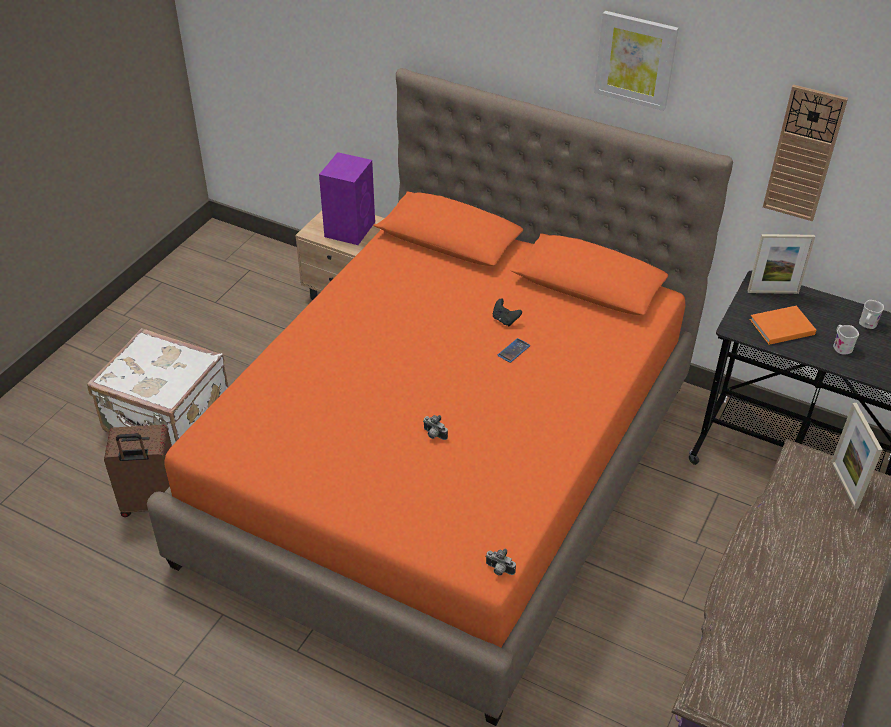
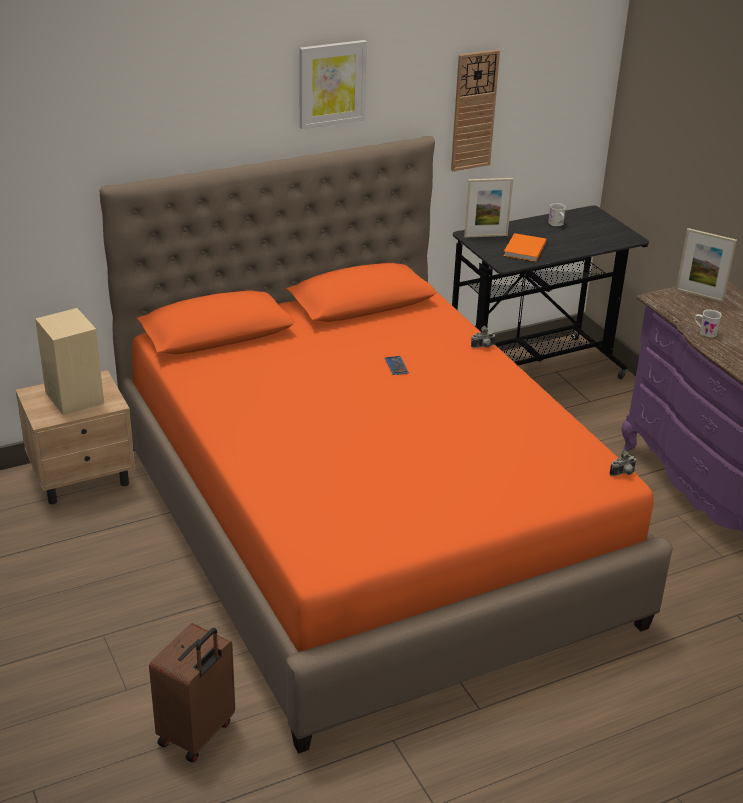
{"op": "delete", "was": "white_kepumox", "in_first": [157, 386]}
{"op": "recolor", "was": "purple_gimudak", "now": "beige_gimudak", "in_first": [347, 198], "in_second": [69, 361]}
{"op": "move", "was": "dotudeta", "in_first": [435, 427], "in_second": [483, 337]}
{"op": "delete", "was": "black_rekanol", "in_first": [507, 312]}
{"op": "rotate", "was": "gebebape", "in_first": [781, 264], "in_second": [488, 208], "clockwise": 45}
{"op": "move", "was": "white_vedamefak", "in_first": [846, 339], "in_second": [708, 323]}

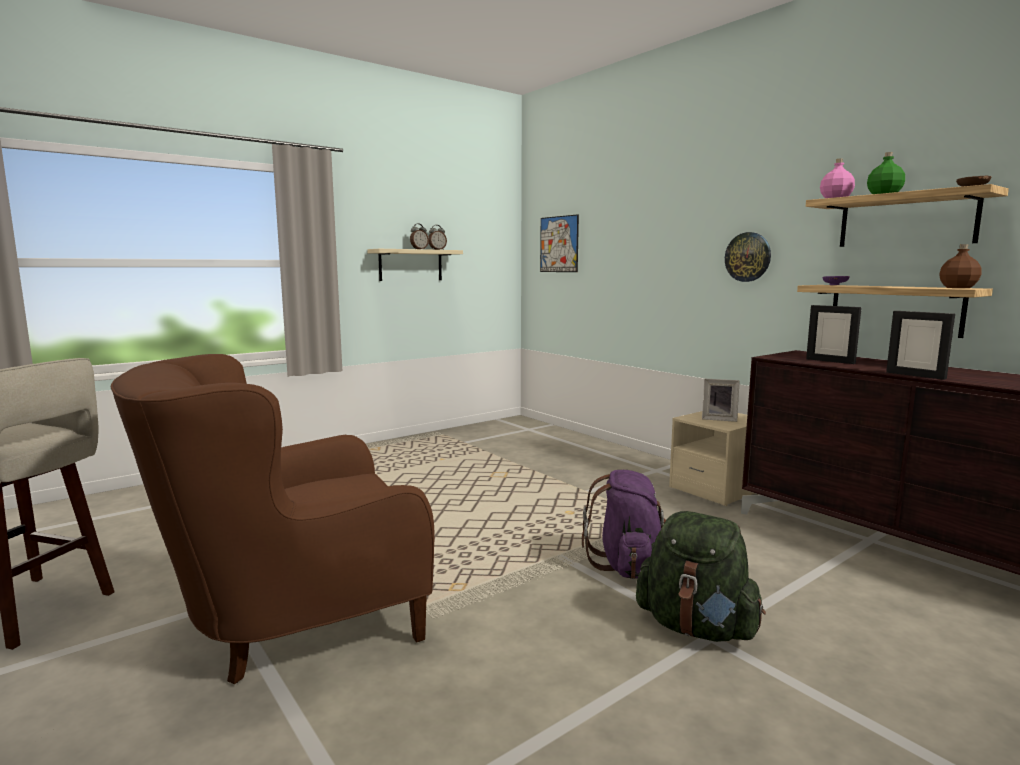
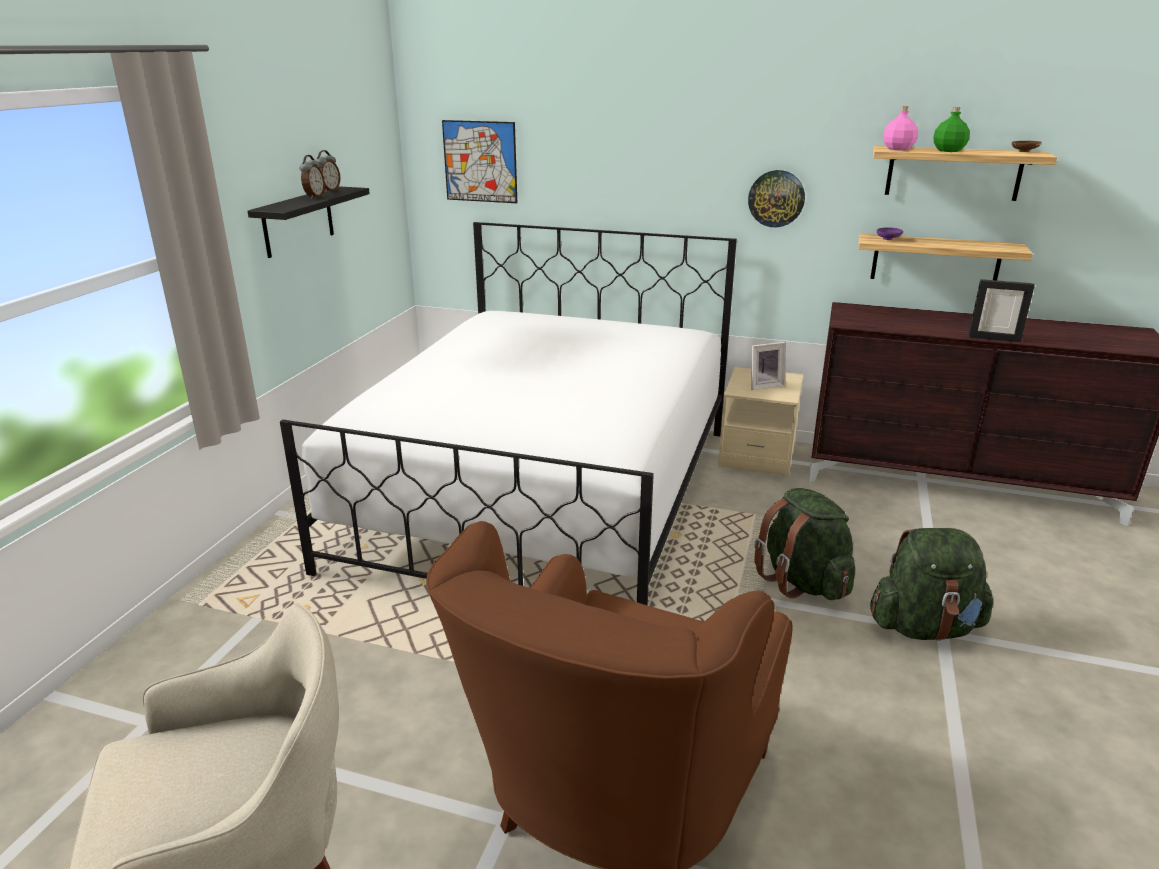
{"op": "recolor", "was": "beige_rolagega", "now": "black_rolagega", "in_first": [415, 265], "in_second": [308, 222]}
{"op": "recolor", "was": "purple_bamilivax", "now": "green_bamilivax", "in_first": [624, 524], "in_second": [804, 544]}
{"op": "delete", "was": "gebebape", "in_first": [834, 334]}
{"op": "delete", "was": "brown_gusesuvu", "in_first": [960, 266]}
{"op": "insert", "now": "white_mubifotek", "in_second": [508, 414]}

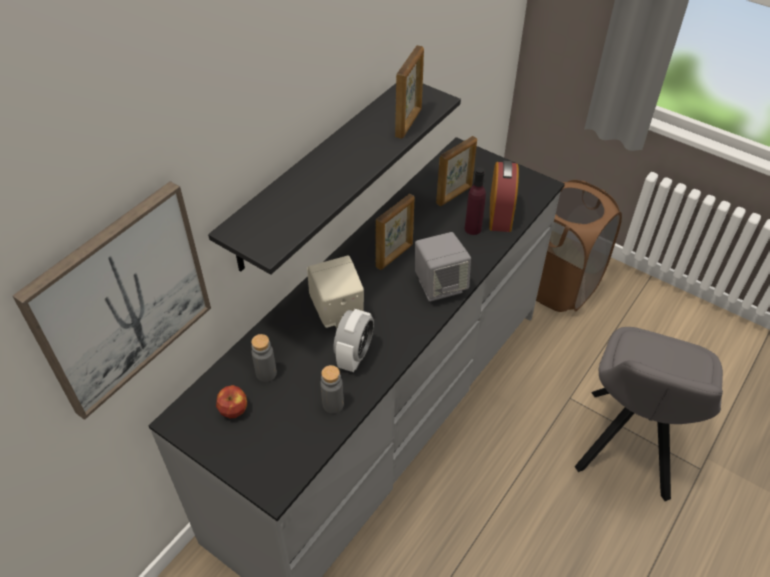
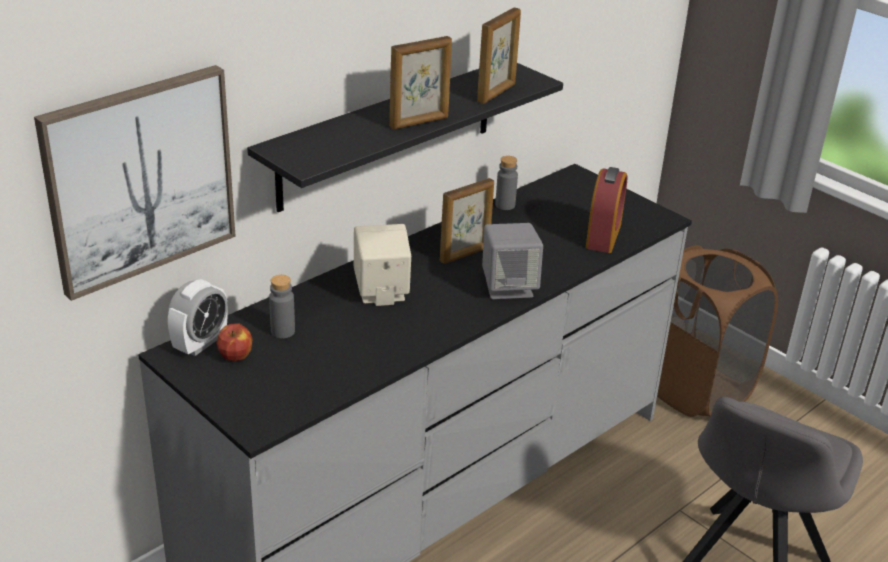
{"op": "move", "was": "grey_gusesuvu", "in_first": [332, 389], "in_second": [506, 183]}
{"op": "move", "was": "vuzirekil", "in_first": [354, 340], "in_second": [197, 317]}
{"op": "move", "was": "gebebape", "in_first": [456, 171], "in_second": [420, 83]}
{"op": "delete", "was": "purple_gusesuvu", "in_first": [475, 201]}

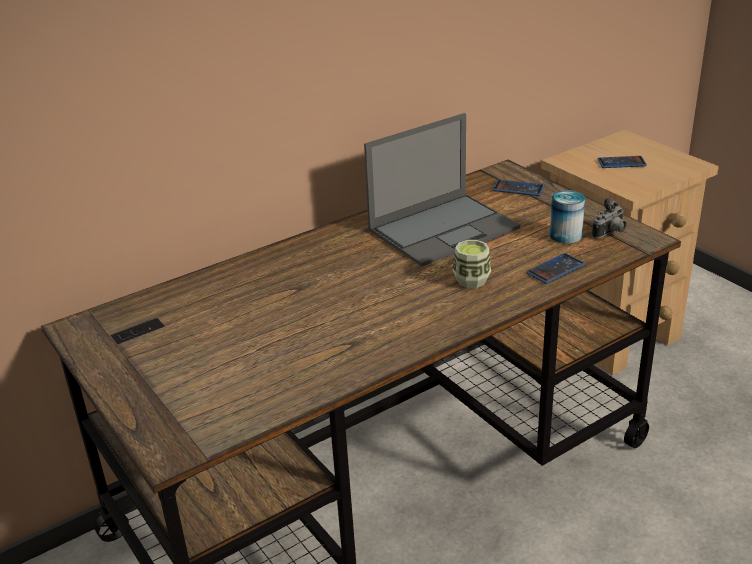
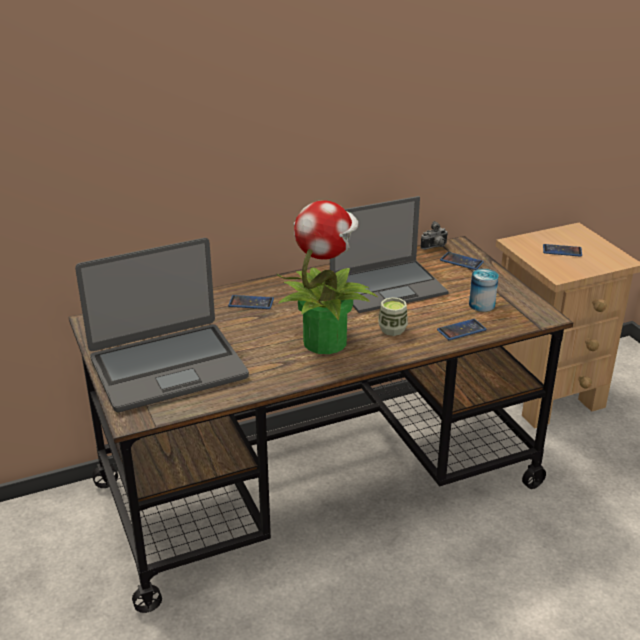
{"op": "move", "was": "dotudeta", "in_first": [609, 218], "in_second": [434, 235]}
{"op": "insert", "now": "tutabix", "in_second": [162, 325]}
{"op": "insert", "now": "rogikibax", "in_second": [251, 302]}
{"op": "insert", "now": "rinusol", "in_second": [327, 277]}

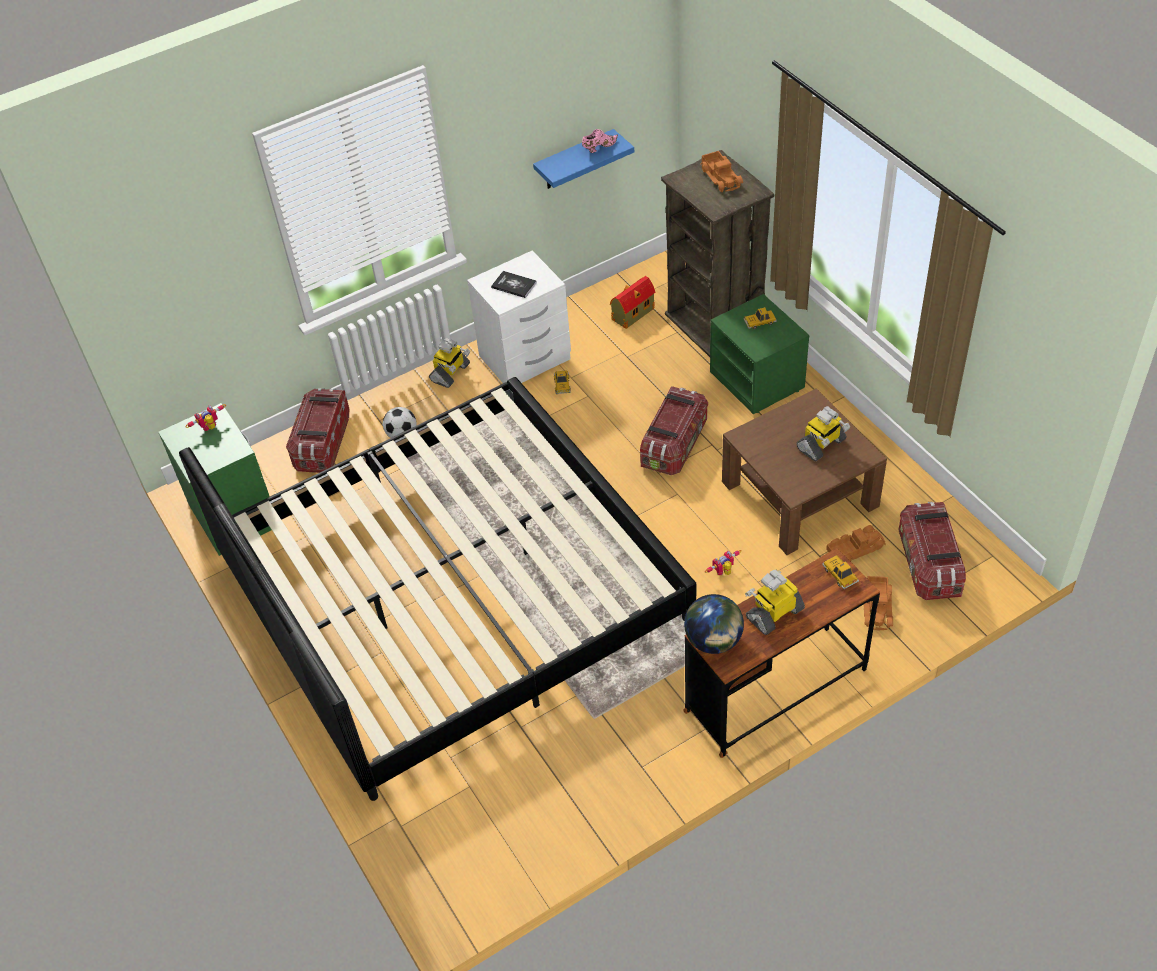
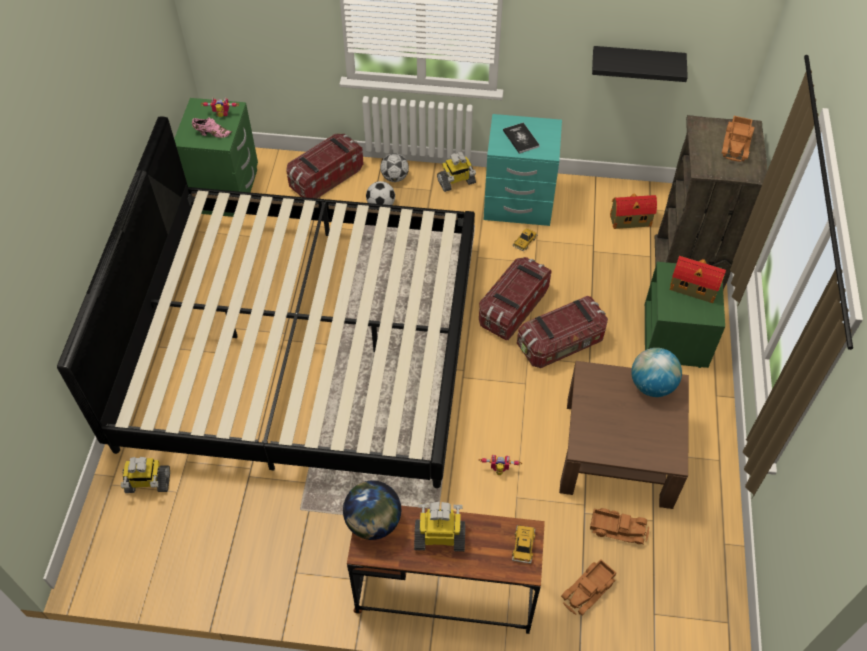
{"op": "recolor", "was": "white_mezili", "now": "turquoise_mezili", "in_first": [519, 317], "in_second": [523, 170]}
{"op": "recolor", "was": "blue_rolagega", "now": "black_rolagega", "in_first": [583, 159], "in_second": [640, 64]}
{"op": "move", "was": "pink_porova", "in_first": [600, 141], "in_second": [212, 128]}
{"op": "replace", "was": "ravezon", "now": "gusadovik", "in_first": [760, 318], "in_second": [698, 279]}
{"op": "move", "was": "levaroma", "in_first": [823, 433], "in_second": [145, 475]}
{"op": "move", "was": "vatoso", "in_first": [932, 551], "in_second": [515, 298]}
{"op": "insert", "now": "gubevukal", "in_second": [394, 167]}
{"op": "insert", "now": "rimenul", "in_second": [656, 372]}

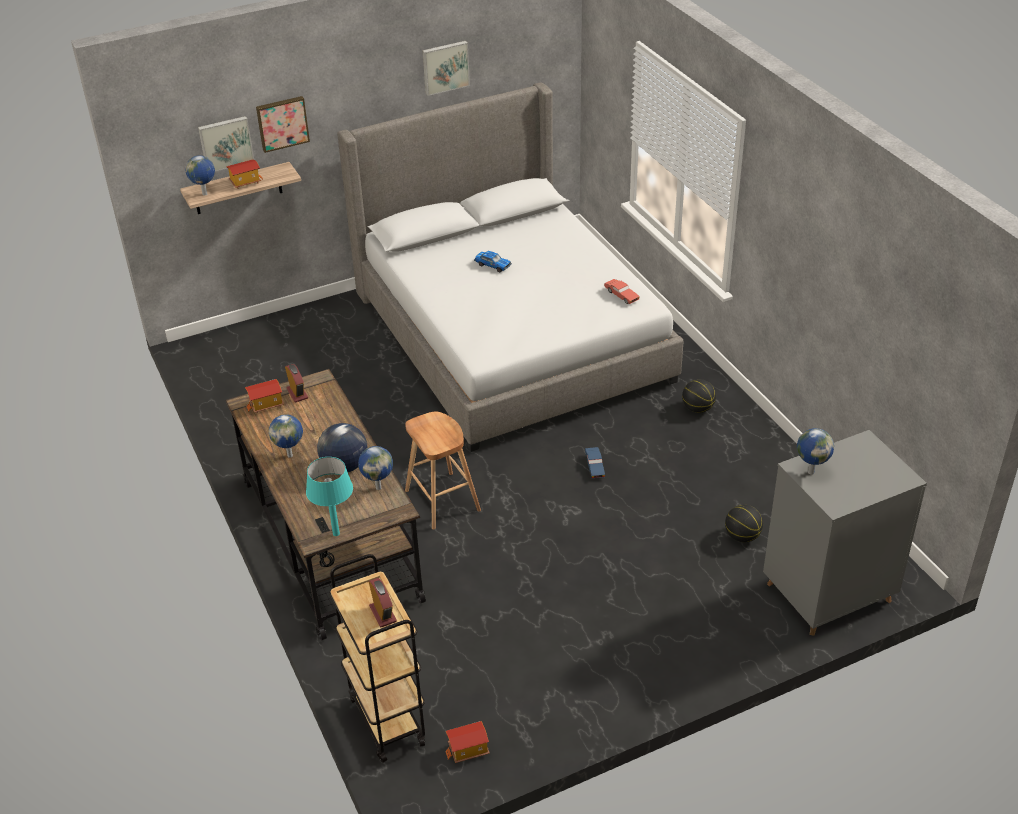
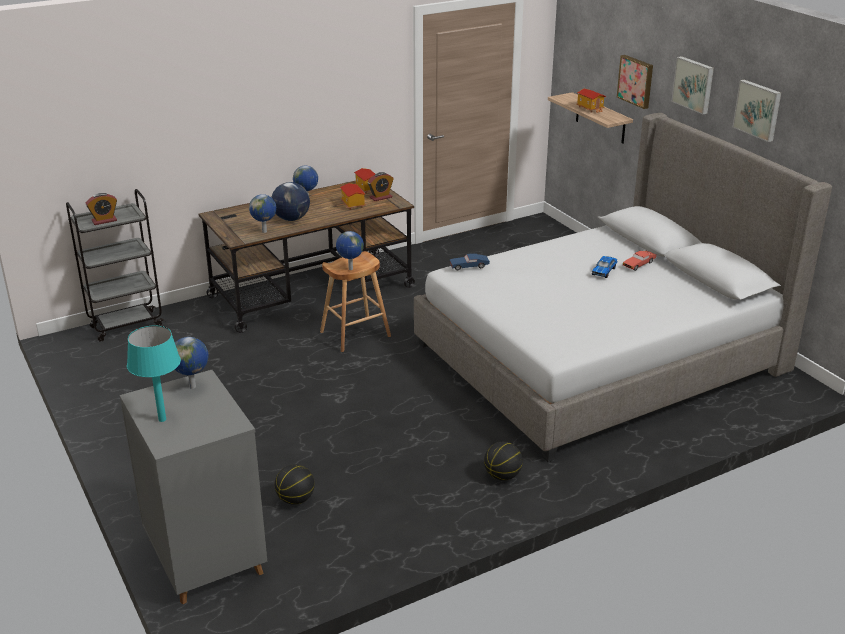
{"op": "move", "was": "rimenul", "in_first": [200, 176], "in_second": [350, 250]}
{"op": "move", "was": "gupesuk", "in_first": [226, 143], "in_second": [692, 85]}
{"op": "move", "was": "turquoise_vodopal", "in_first": [329, 496], "in_second": [154, 373]}
{"op": "recolor", "was": "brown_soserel", "now": "grey_soserel", "in_first": [377, 658], "in_second": [115, 265]}
{"op": "move", "was": "gusadovik", "in_first": [467, 742], "in_second": [353, 196]}
{"op": "move", "was": "blue_ravezon", "in_first": [595, 462], "in_second": [469, 261]}
{"op": "move", "was": "red_ravezon", "in_first": [622, 291], "in_second": [640, 261]}

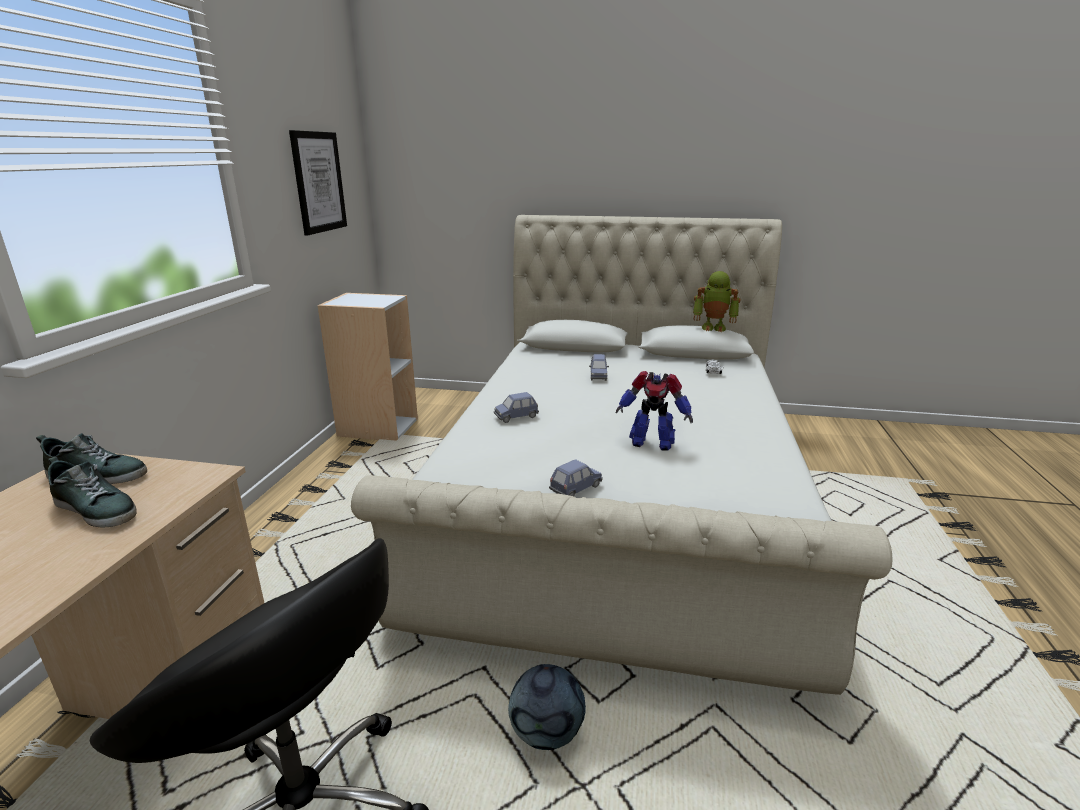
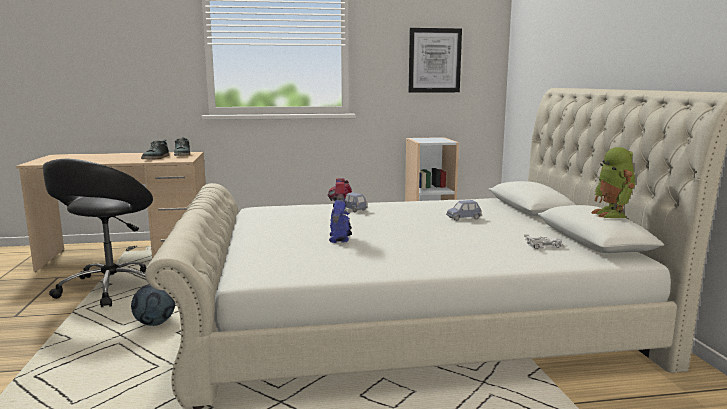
{"op": "delete", "was": "blue_ravezon", "in_first": [576, 477]}

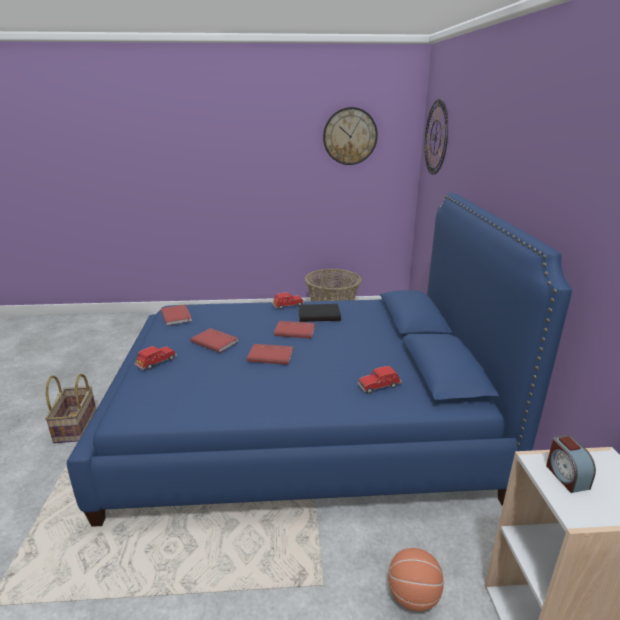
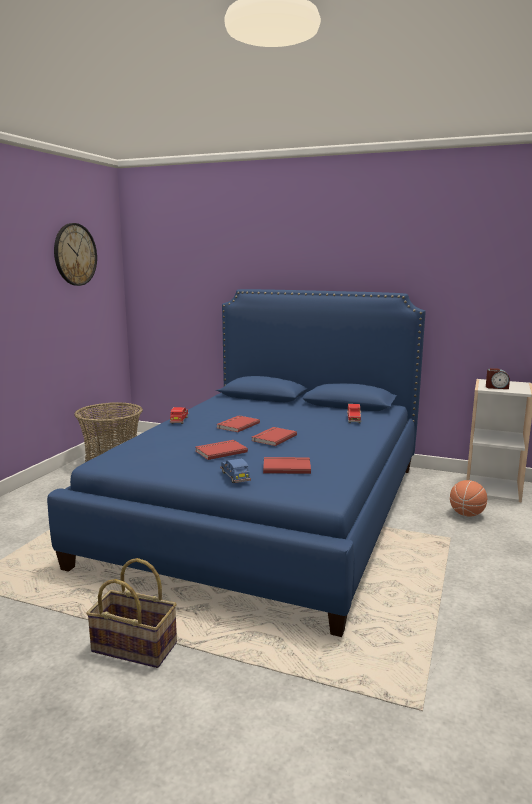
{"op": "recolor", "was": "red_ravezon", "now": "blue_ravezon", "in_first": [156, 358], "in_second": [235, 470]}
{"op": "move", "was": "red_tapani", "in_first": [176, 315], "in_second": [287, 465]}
{"op": "delete", "was": "black_tapani", "in_first": [320, 313]}
{"op": "delete", "was": "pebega", "in_first": [436, 137]}

